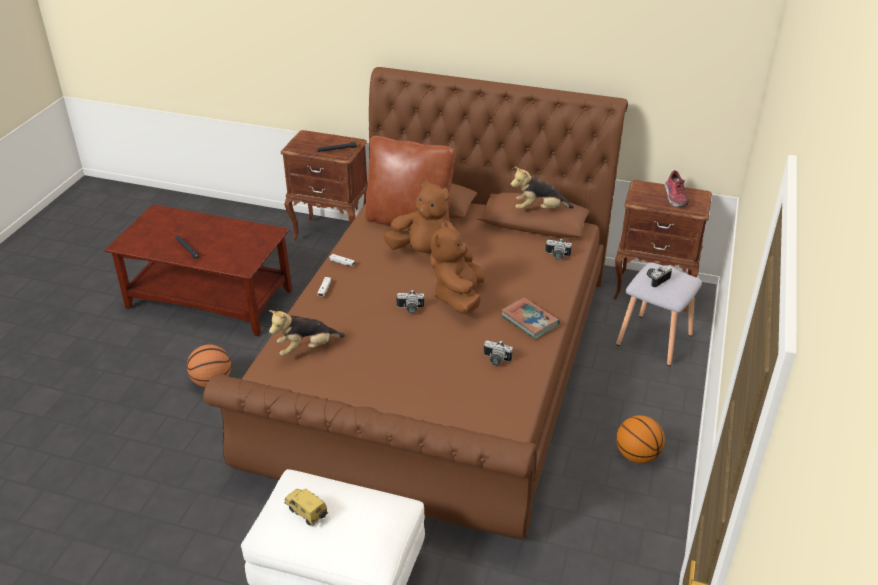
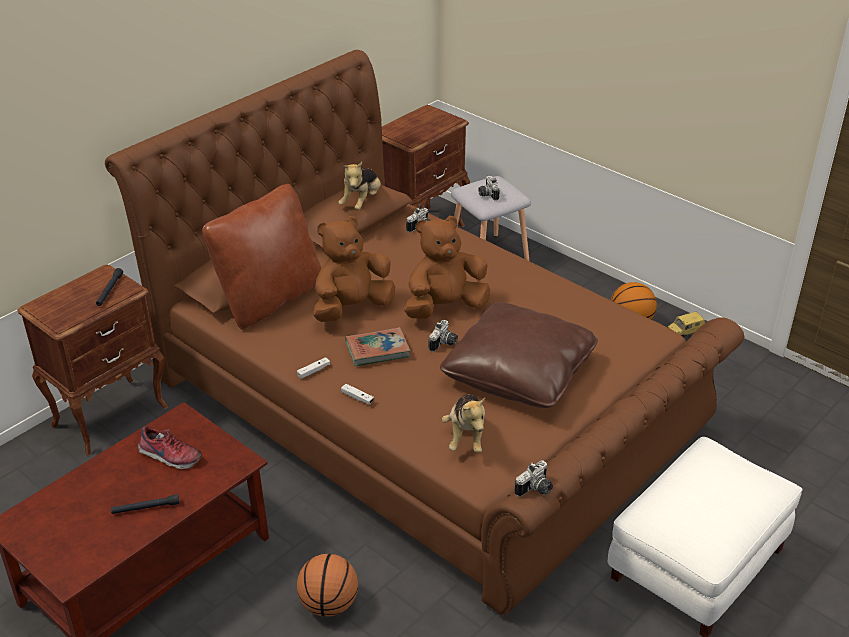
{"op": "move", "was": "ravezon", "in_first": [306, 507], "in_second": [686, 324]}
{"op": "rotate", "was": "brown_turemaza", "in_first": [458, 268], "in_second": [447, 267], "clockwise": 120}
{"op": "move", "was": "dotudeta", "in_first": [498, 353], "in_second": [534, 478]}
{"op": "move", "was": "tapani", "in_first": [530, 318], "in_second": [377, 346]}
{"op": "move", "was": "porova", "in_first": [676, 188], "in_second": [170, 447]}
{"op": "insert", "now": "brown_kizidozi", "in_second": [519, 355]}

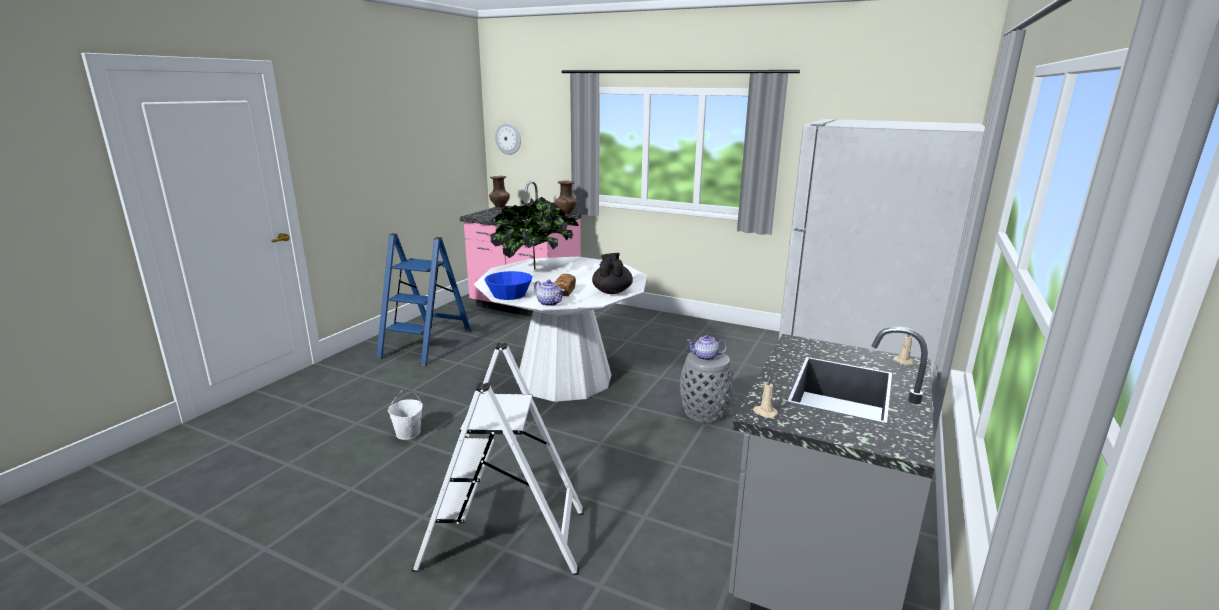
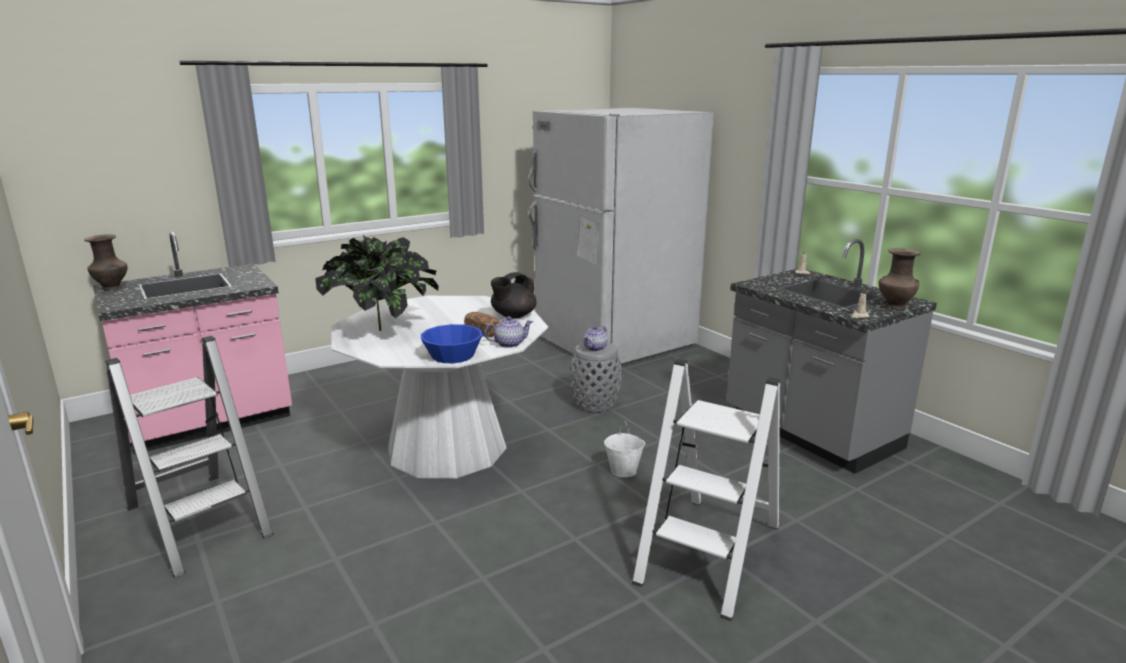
{"op": "recolor", "was": "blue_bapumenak", "now": "grey_bapumenak", "in_first": [424, 299], "in_second": [189, 457]}
{"op": "move", "was": "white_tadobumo", "in_first": [405, 414], "in_second": [624, 449]}
{"op": "delete", "was": "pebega", "in_first": [508, 139]}
{"op": "move", "was": "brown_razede", "in_first": [566, 198], "in_second": [900, 278]}
{"op": "rotate", "was": "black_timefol", "in_first": [612, 273], "in_second": [513, 295], "clockwise": -75}

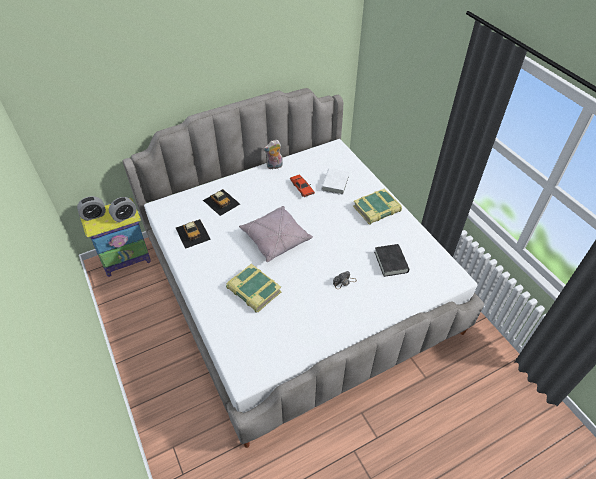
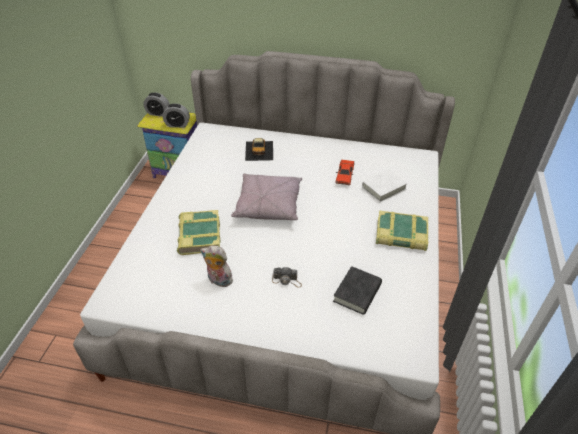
{"op": "delete", "was": "ravezon", "in_first": [193, 234]}
{"op": "move", "was": "turemaza", "in_first": [273, 154], "in_second": [216, 266]}

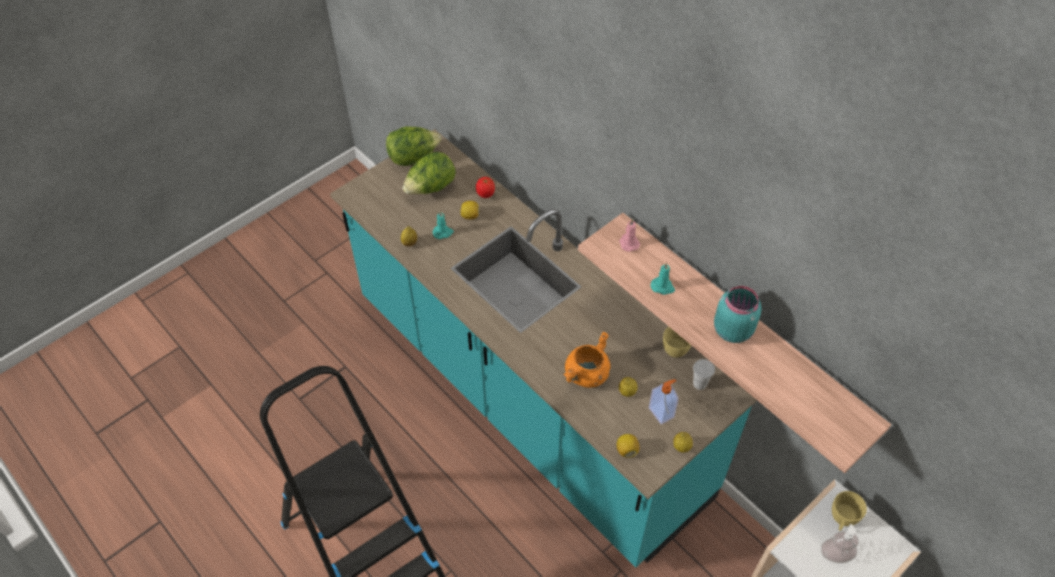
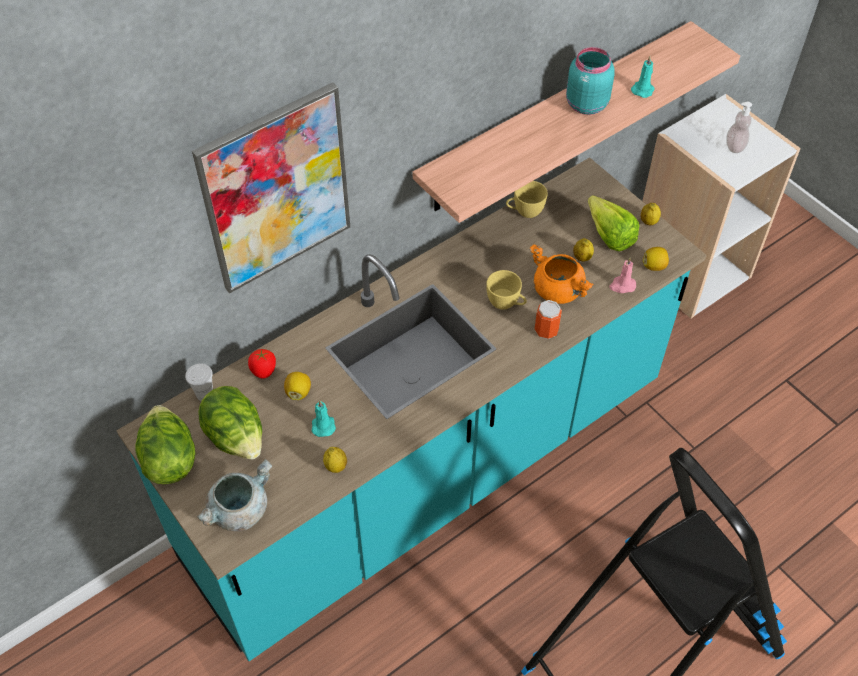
{"op": "move", "was": "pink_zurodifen", "in_first": [629, 235], "in_second": [622, 275]}
{"op": "replace", "was": "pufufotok", "now": "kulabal", "in_first": [663, 401], "in_second": [614, 223]}
{"op": "move", "was": "turquoise_zurodifen", "in_first": [663, 278], "in_second": [642, 77]}
{"op": "move", "was": "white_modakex", "in_first": [704, 374], "in_second": [199, 382]}
{"op": "move", "was": "yellow_modakex", "in_first": [849, 511], "in_second": [506, 290]}
{"op": "insert", "now": "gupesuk", "in_second": [271, 188]}
{"op": "insert", "now": "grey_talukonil", "in_second": [234, 495]}
{"op": "insert", "now": "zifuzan", "in_second": [548, 319]}

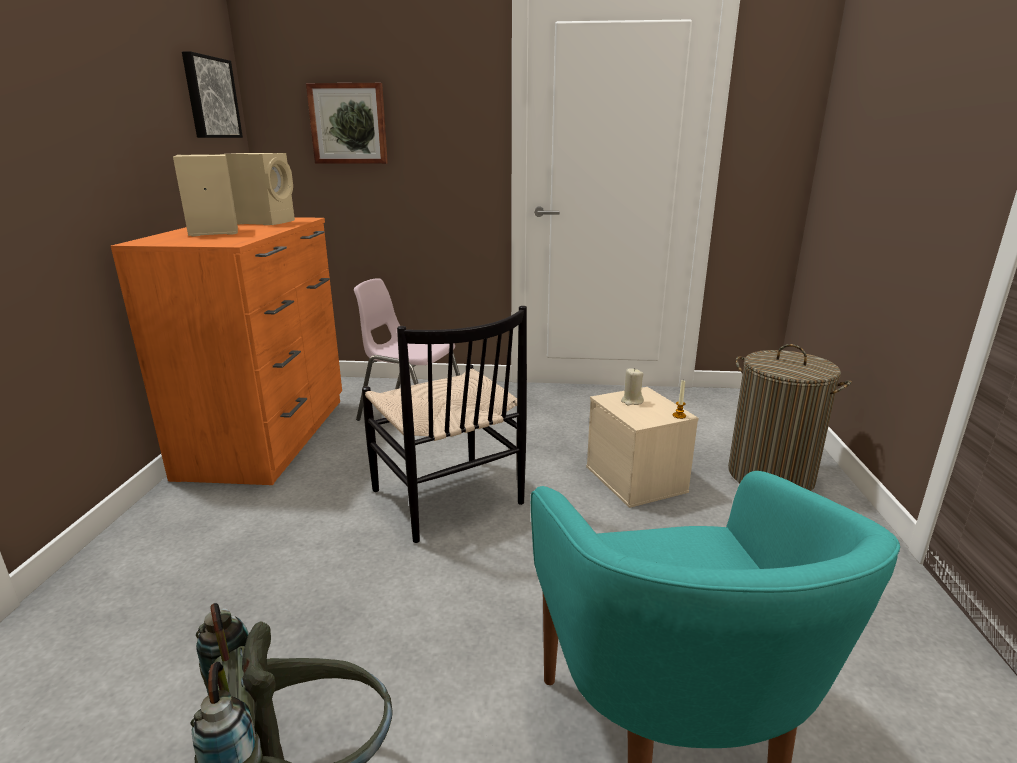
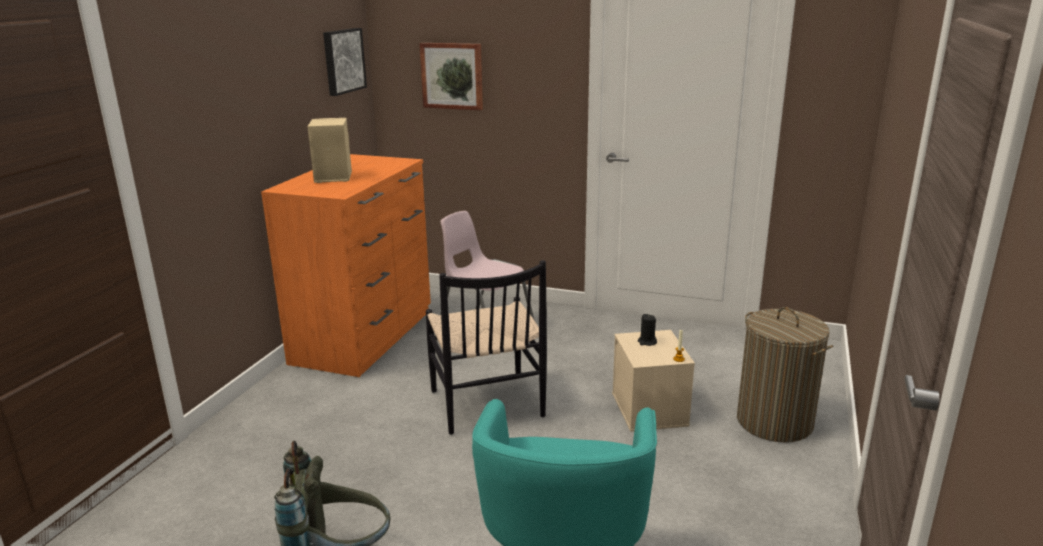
{"op": "delete", "was": "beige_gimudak", "in_first": [260, 189]}
{"op": "recolor", "was": "beige_zurodifen", "now": "black_zurodifen", "in_first": [632, 387], "in_second": [647, 330]}

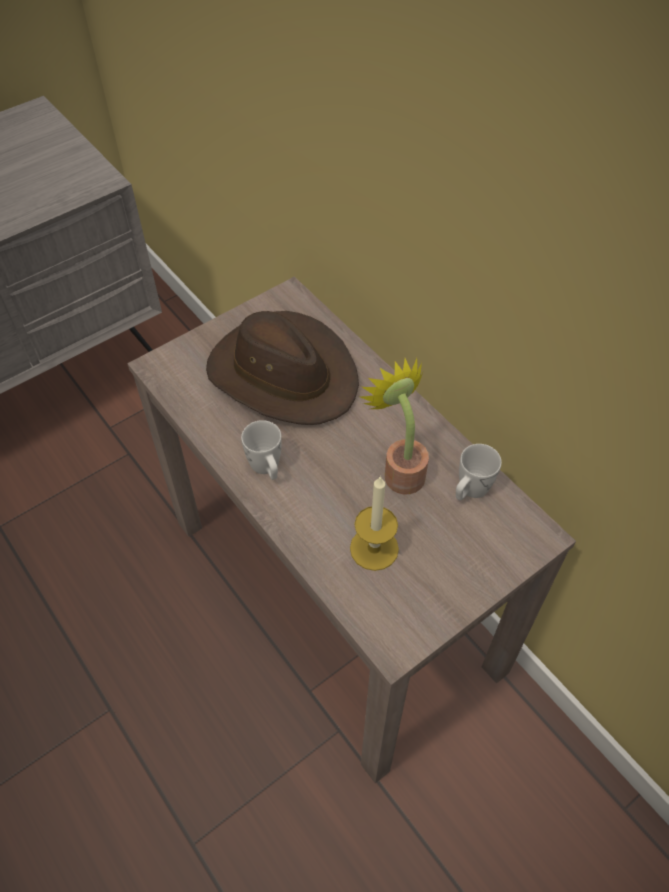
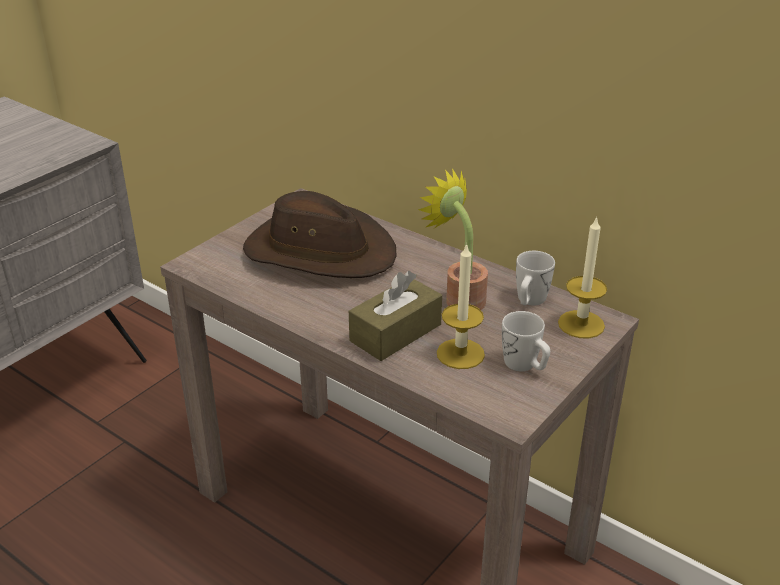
{"op": "move", "was": "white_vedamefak", "in_first": [261, 450], "in_second": [526, 341]}
{"op": "insert", "now": "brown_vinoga", "in_second": [395, 316]}
{"op": "insert", "now": "zurodifen", "in_second": [582, 277]}

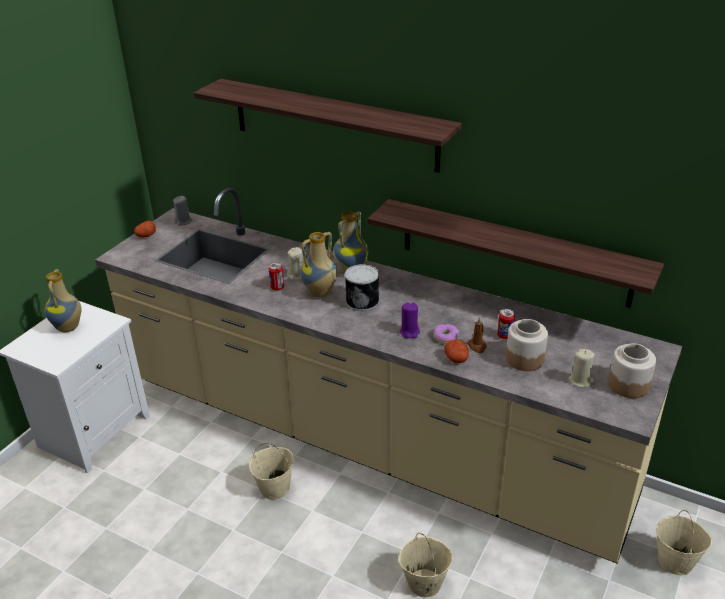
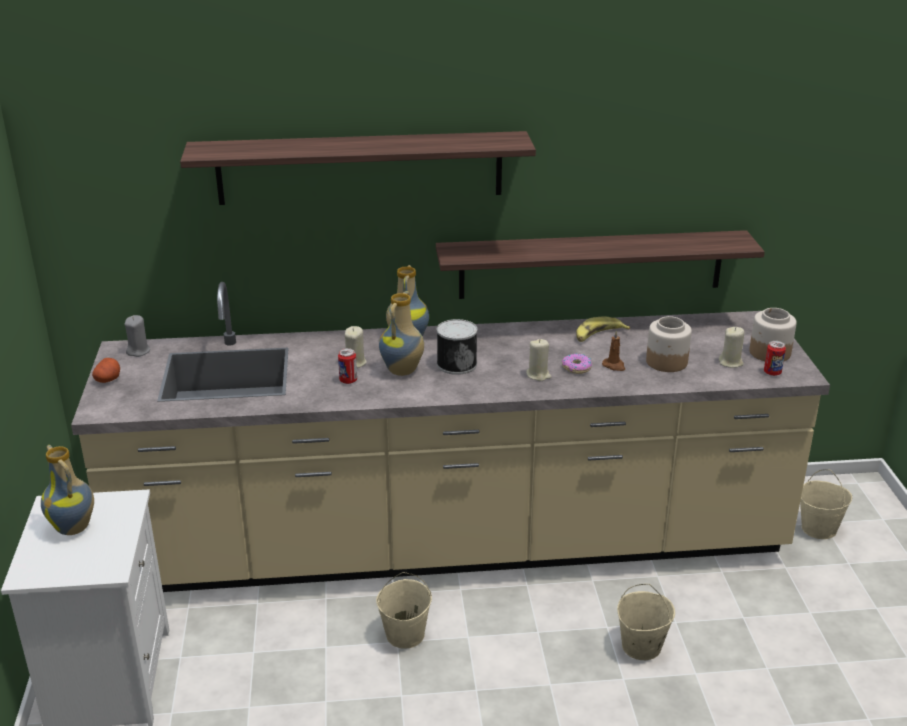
{"op": "recolor", "was": "purple_zurodifen", "now": "beige_zurodifen", "in_first": [410, 320], "in_second": [538, 360]}
{"op": "delete", "was": "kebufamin", "in_first": [456, 351]}
{"op": "move", "was": "zifuzan", "in_first": [506, 324], "in_second": [775, 358]}
{"op": "insert", "now": "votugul", "in_second": [603, 329]}

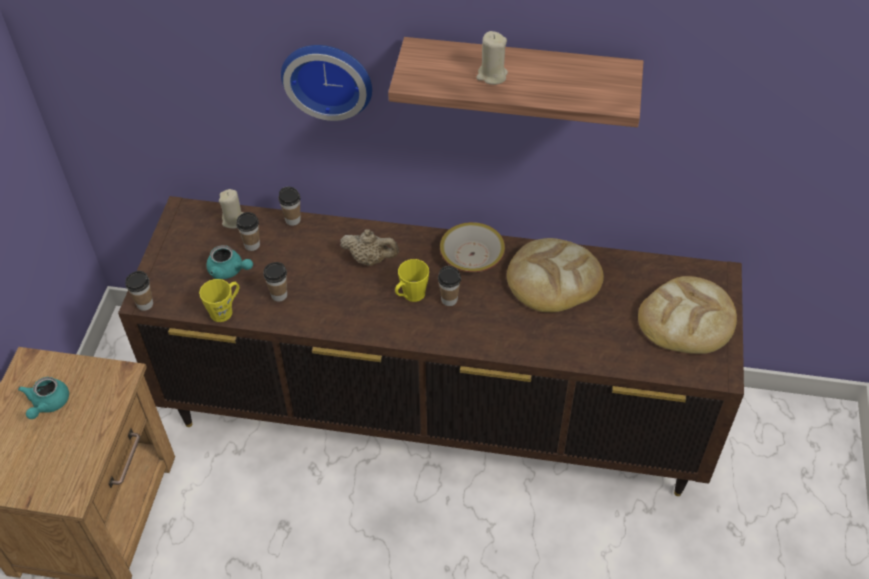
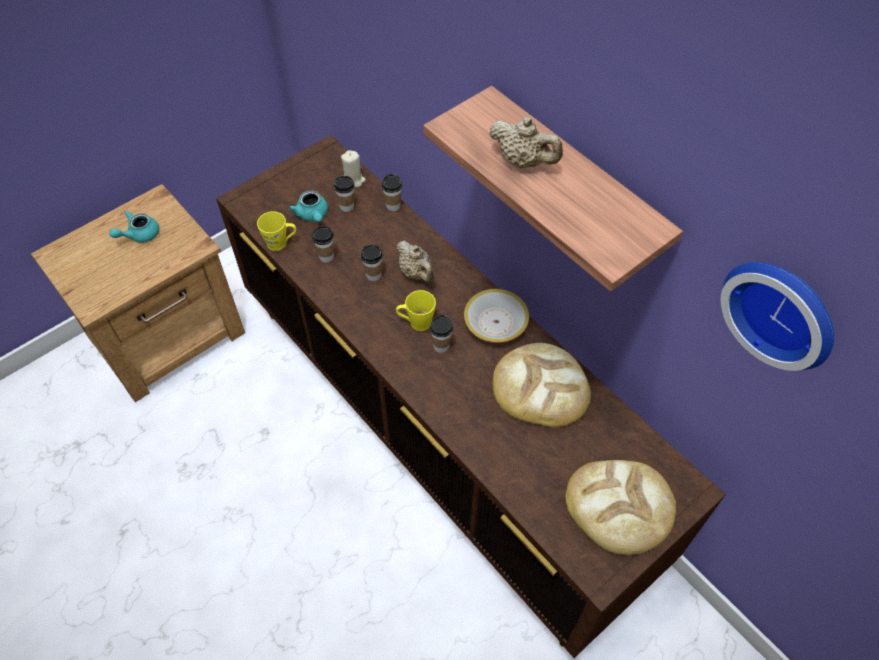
{"op": "move", "was": "modakex", "in_first": [139, 291], "in_second": [372, 263]}
{"op": "move", "was": "pebega", "in_first": [326, 83], "in_second": [777, 316]}
{"op": "replace", "was": "beige_zurodifen", "now": "beige_timefol", "in_first": [492, 58], "in_second": [526, 142]}

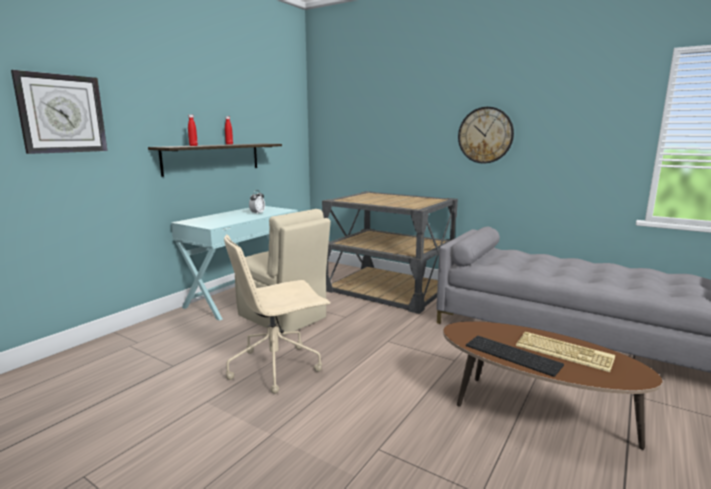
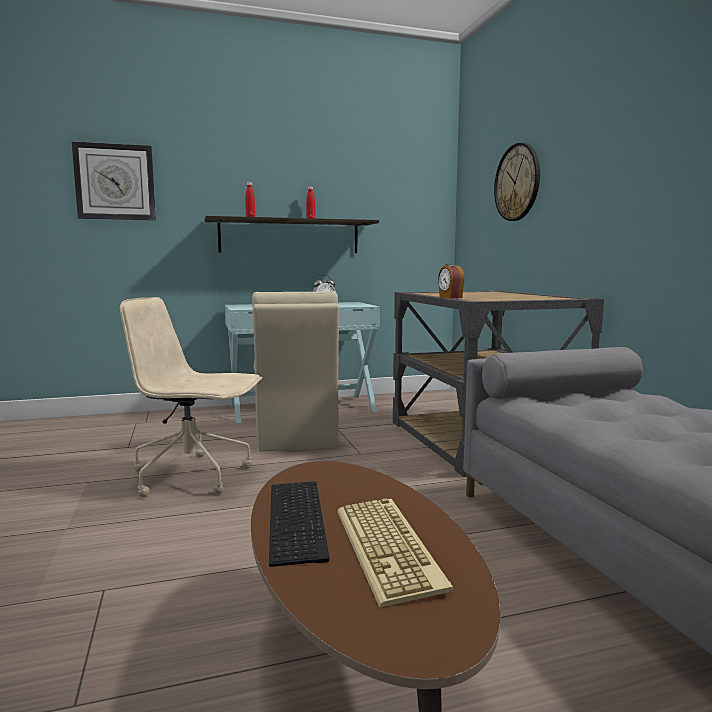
{"op": "move", "was": "pebega", "in_first": [486, 135], "in_second": [517, 182]}
{"op": "insert", "now": "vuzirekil", "in_second": [451, 281]}

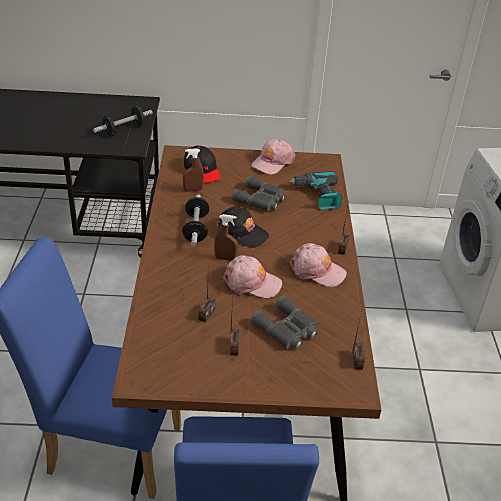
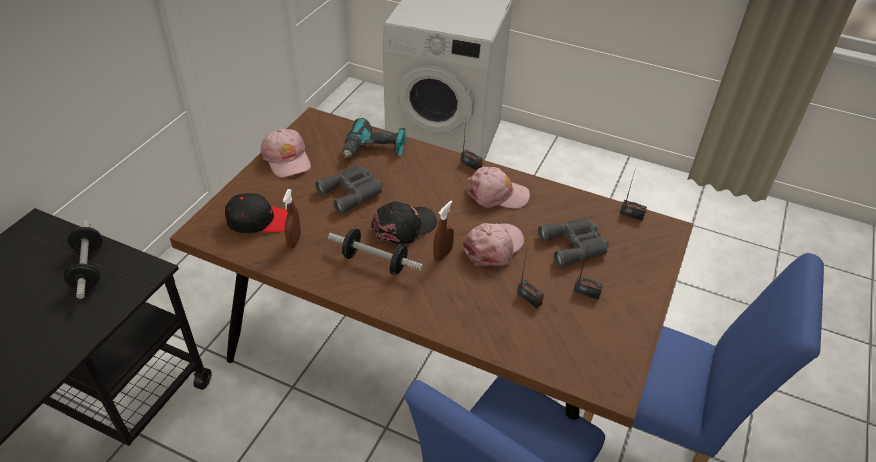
{"op": "rotate", "was": "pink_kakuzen", "in_first": [318, 265], "in_second": [498, 187], "clockwise": 45}

